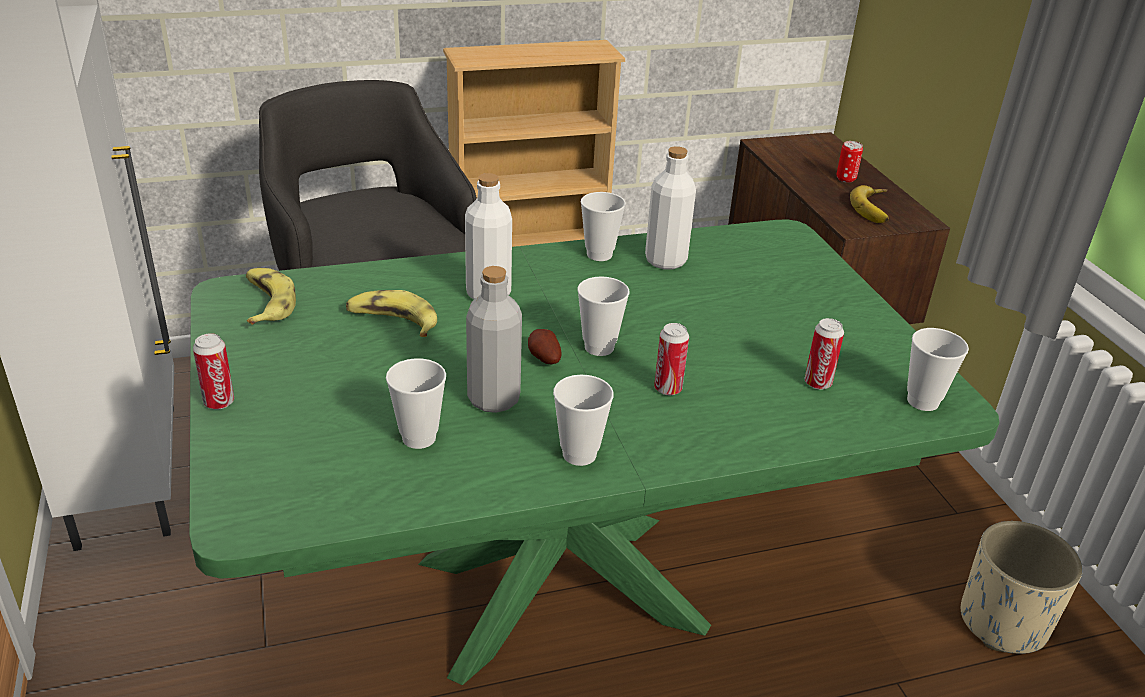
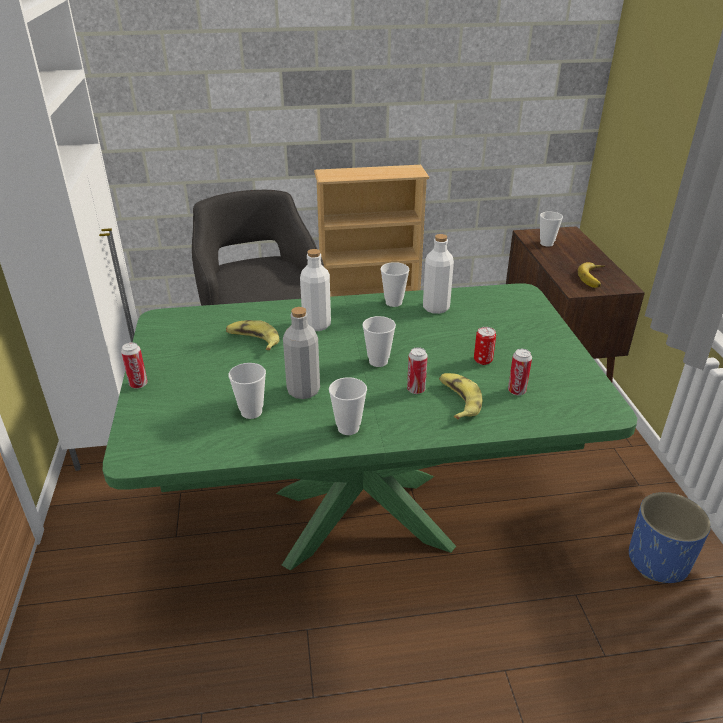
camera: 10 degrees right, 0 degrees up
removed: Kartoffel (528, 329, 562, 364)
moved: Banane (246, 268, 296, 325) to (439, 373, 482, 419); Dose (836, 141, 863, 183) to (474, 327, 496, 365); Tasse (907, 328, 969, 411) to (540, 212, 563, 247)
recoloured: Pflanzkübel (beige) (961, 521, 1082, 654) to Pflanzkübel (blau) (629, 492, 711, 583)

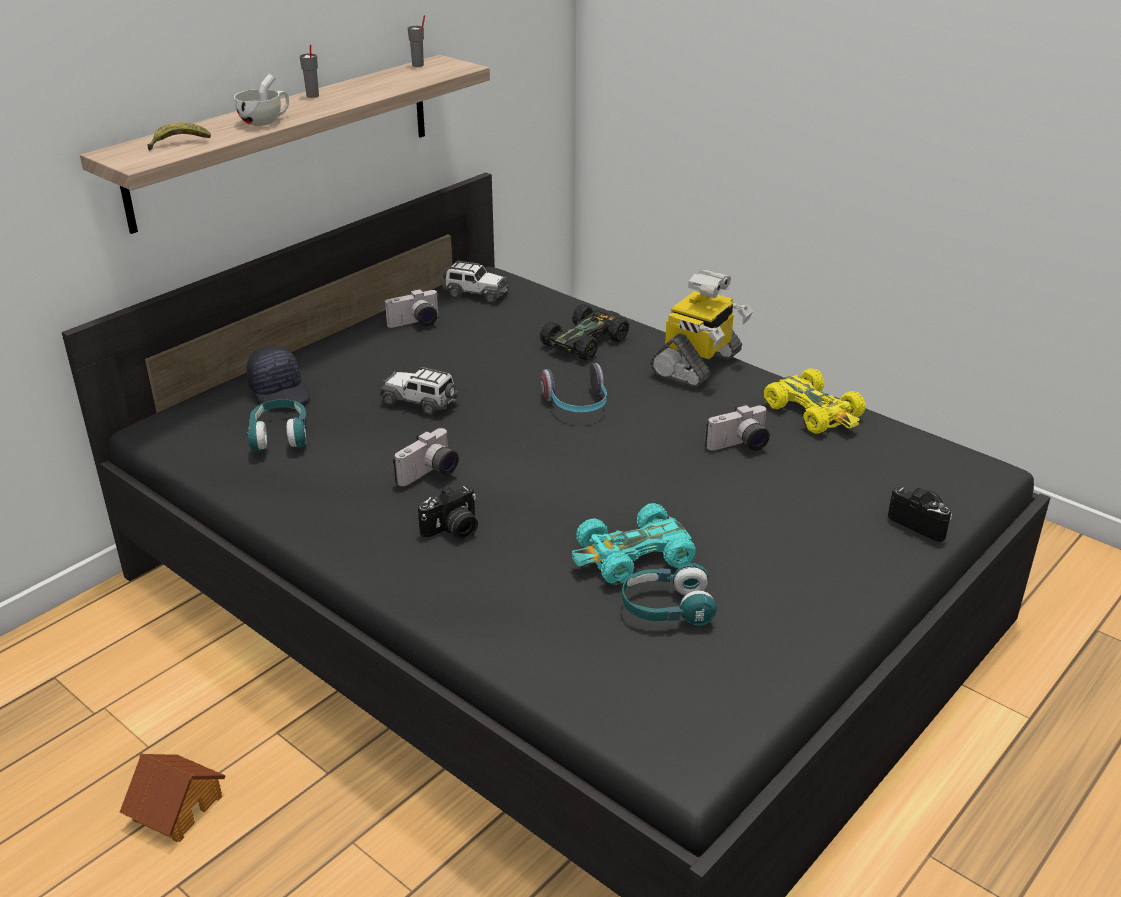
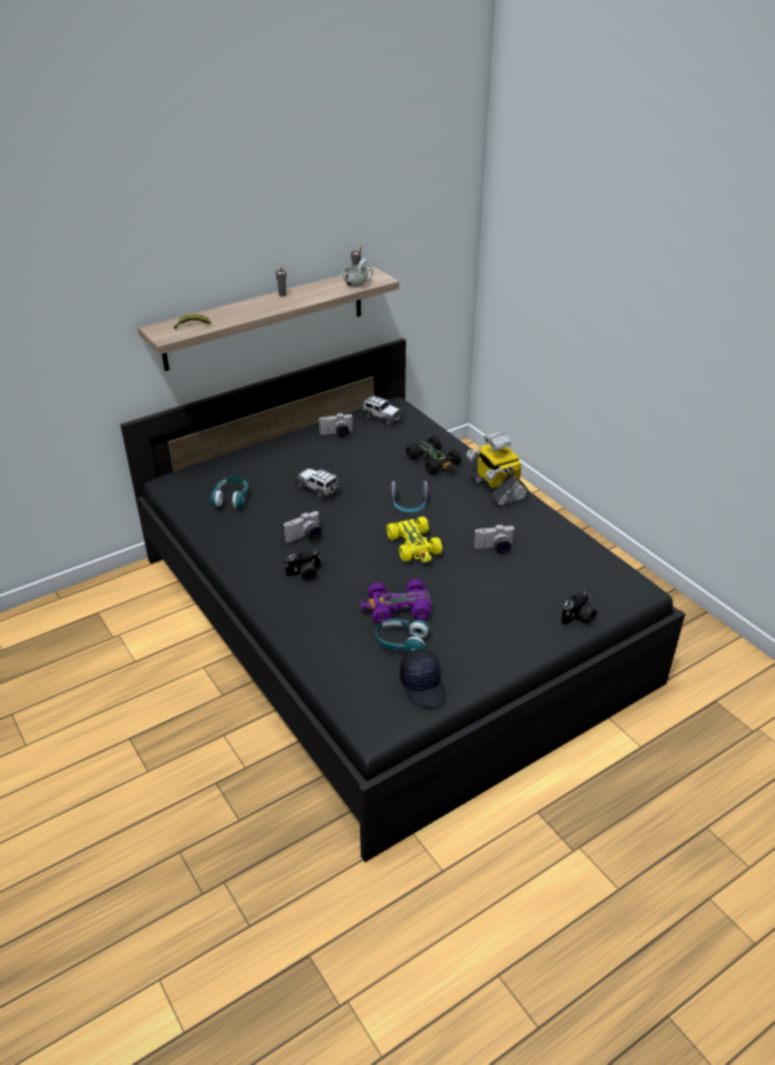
camera: 15 degrees right, 5 degrees up
removed: Spielzeughaus (120, 753, 226, 842)
moved: Tasse (weiß) (234, 74, 289, 126) to (343, 258, 373, 287); Spielzeugauto (gelb) (764, 368, 865, 434) to (387, 516, 442, 562); Kappe (schwarz) (246, 346, 310, 409) to (400, 649, 446, 708)
recoloured: Spielzeugauto (türkis) (572, 503, 696, 585) to Spielzeugauto (lila) (360, 579, 431, 624)
turned: Spielzeugauto (schwarz) (540, 304, 629, 360) = (406, 436, 461, 475) 90 degrees clockwise; Spielzeugroboter (651, 270, 753, 388) = (466, 432, 528, 507) 105 degrees clockwise; Kamera (888, 487, 952, 542) = (561, 590, 597, 625) 75 degrees clockwise

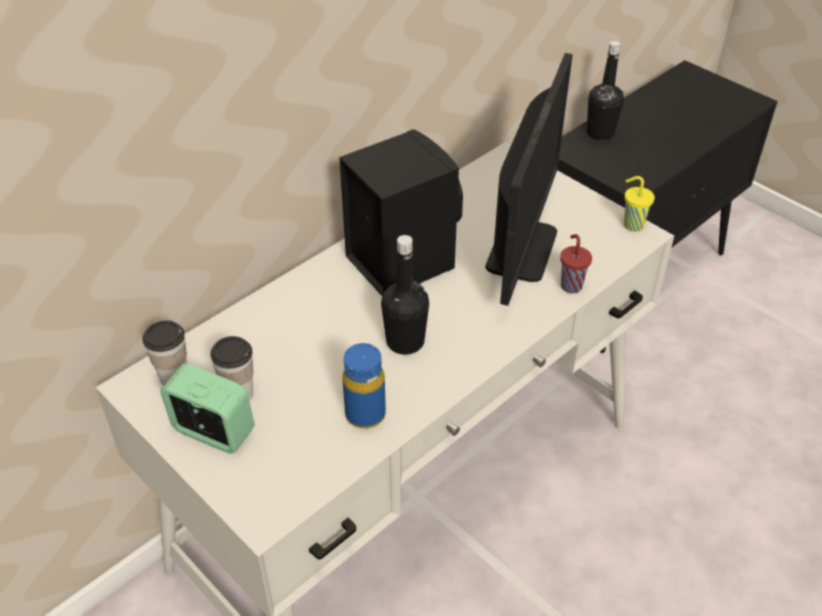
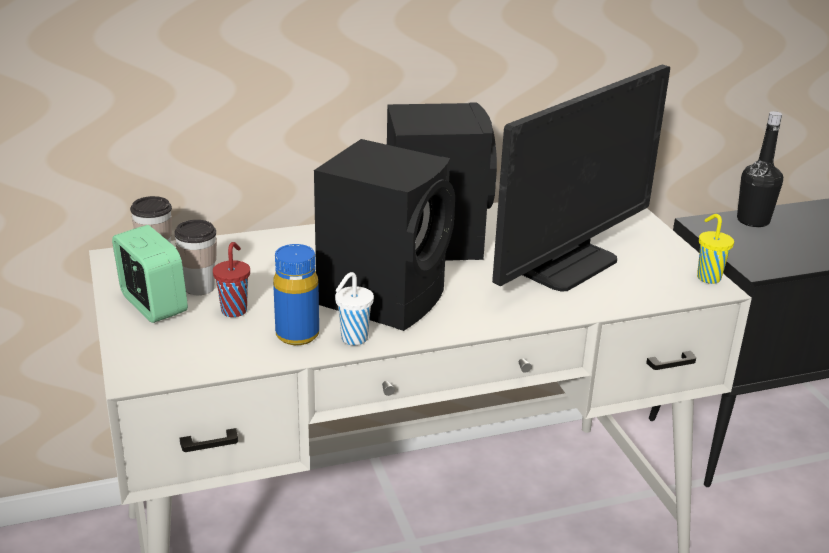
camera: 25 degrees right, 15 degrees down
added: Tasse (weiß) (335, 272, 374, 346)
moved: Tasse (rot) (560, 234, 592, 293) to (213, 242, 250, 317)
replaced: Flasche (schwarz) (381, 235, 429, 355) to Lautsprecher (schwarz) (314, 139, 455, 331)

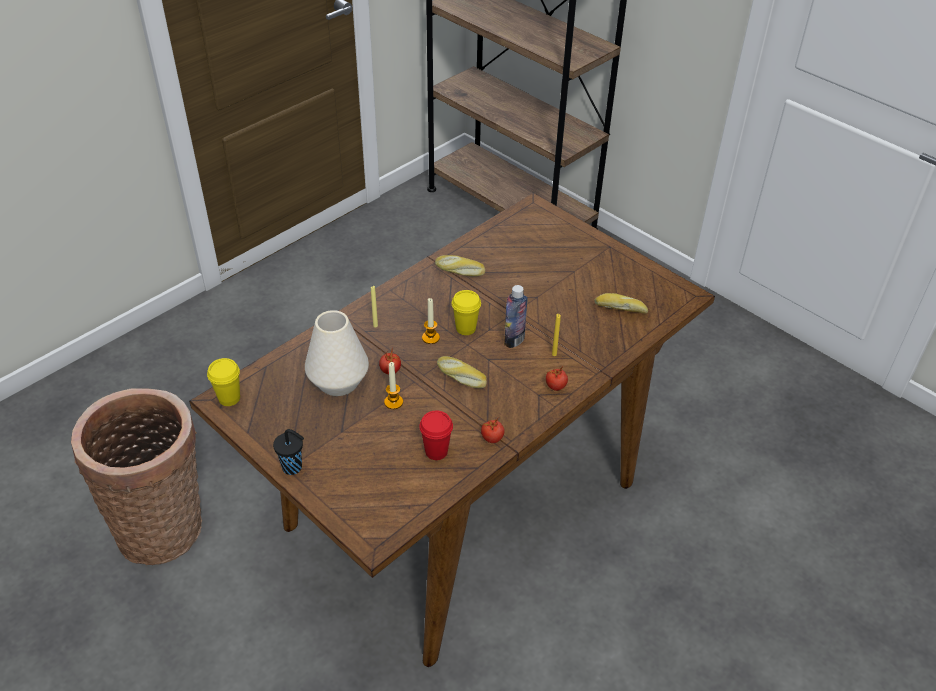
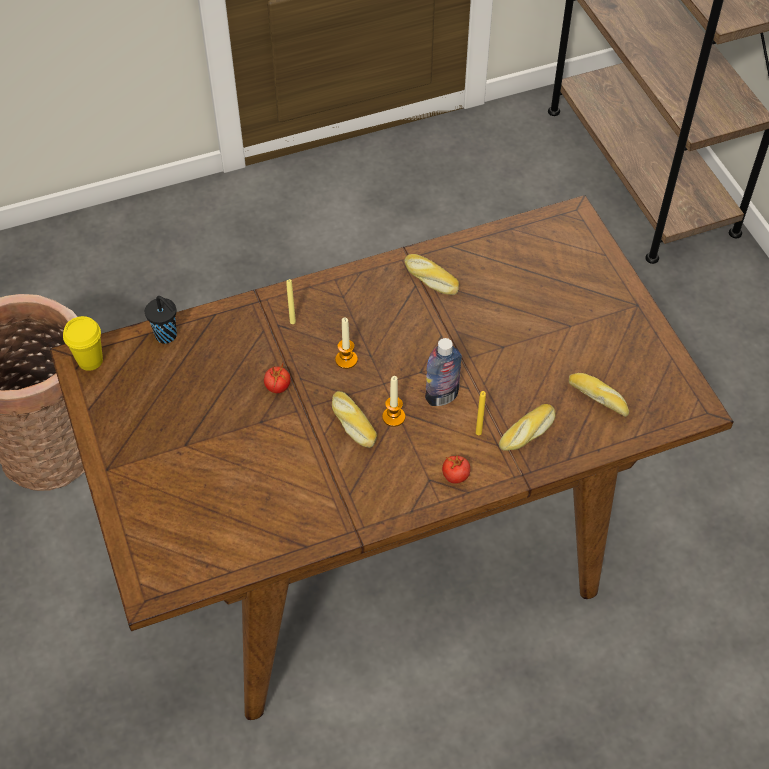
camera: 25 degrees right, 10 degrees up
removed: Vase (weiß) (305, 310, 369, 396); Tasse (rot) (419, 411, 453, 460); Tasse (gelb) (452, 290, 481, 335); Tomate (481, 417, 505, 443)
added: Brot (499, 404, 556, 451)
moved: Tasse (schwarz) (273, 429, 304, 475) to (145, 296, 177, 344); Kerze (384, 362, 403, 409) to (382, 376, 405, 427)

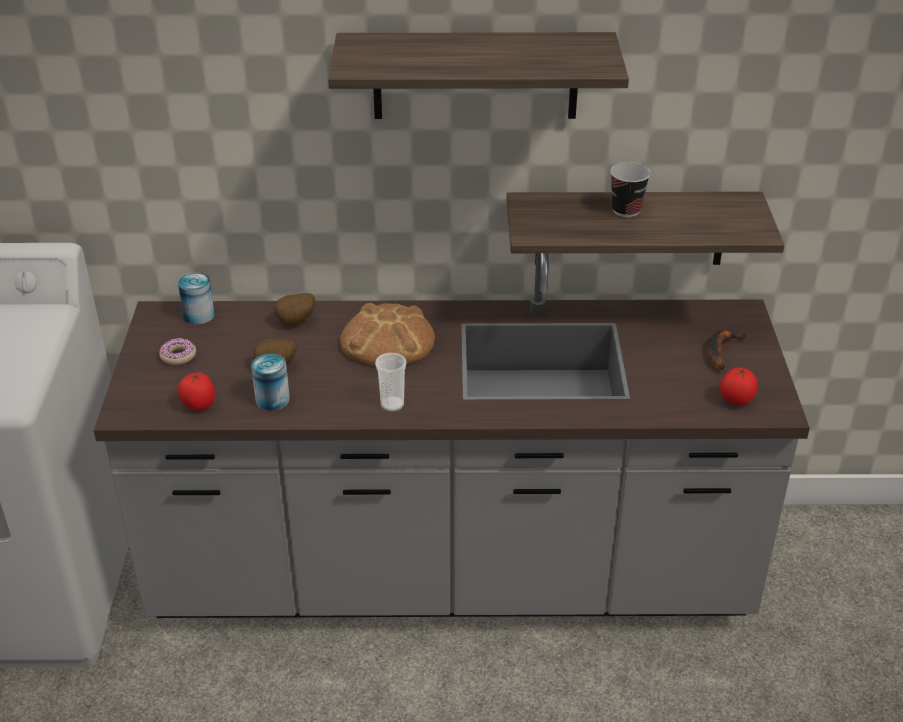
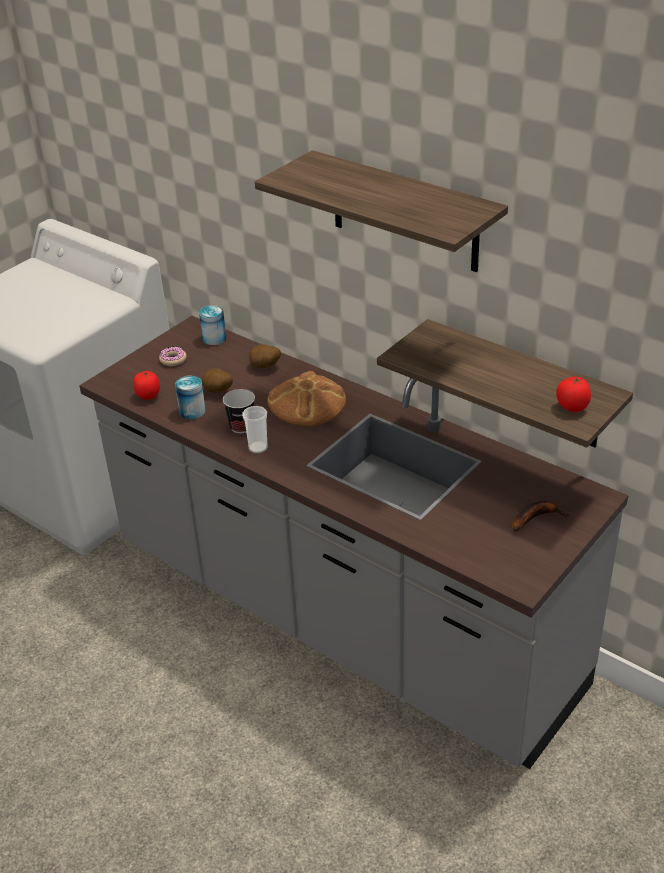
camera: 40 degrees right, 0 degrees up
moved: Tasse (610, 162, 650, 217) to (223, 389, 255, 434); Tomate (720, 367, 758, 406) to (556, 375, 591, 412)

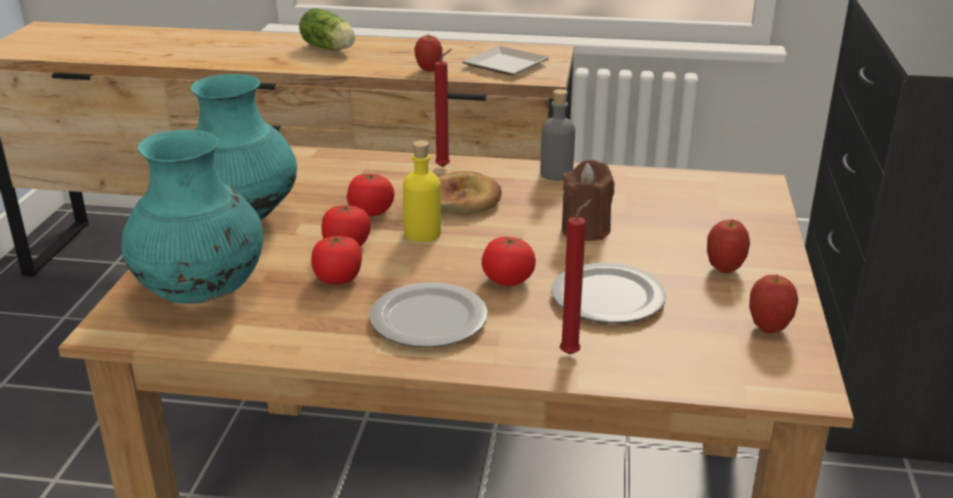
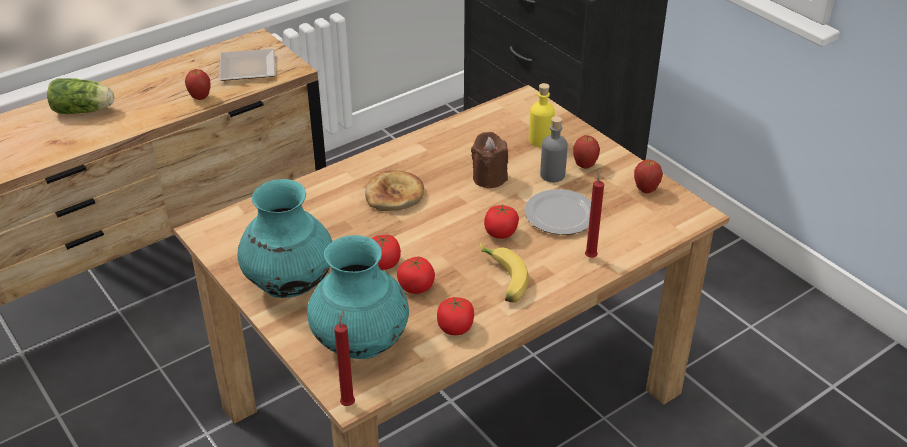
camera: 45 degrees left, 10 degrees up
moved: Kerze (rot) (434, 49, 452, 167) to (334, 309, 355, 406); Tomate (347, 173, 394, 216) to (437, 297, 474, 335); Flasche (gelb) (403, 140, 441, 242) to (529, 83, 555, 147); Flasche (grau) (540, 89, 575, 181) to (540, 116, 568, 182)
replaced: Teller (369, 282, 488, 348) to Banane (480, 243, 529, 303)

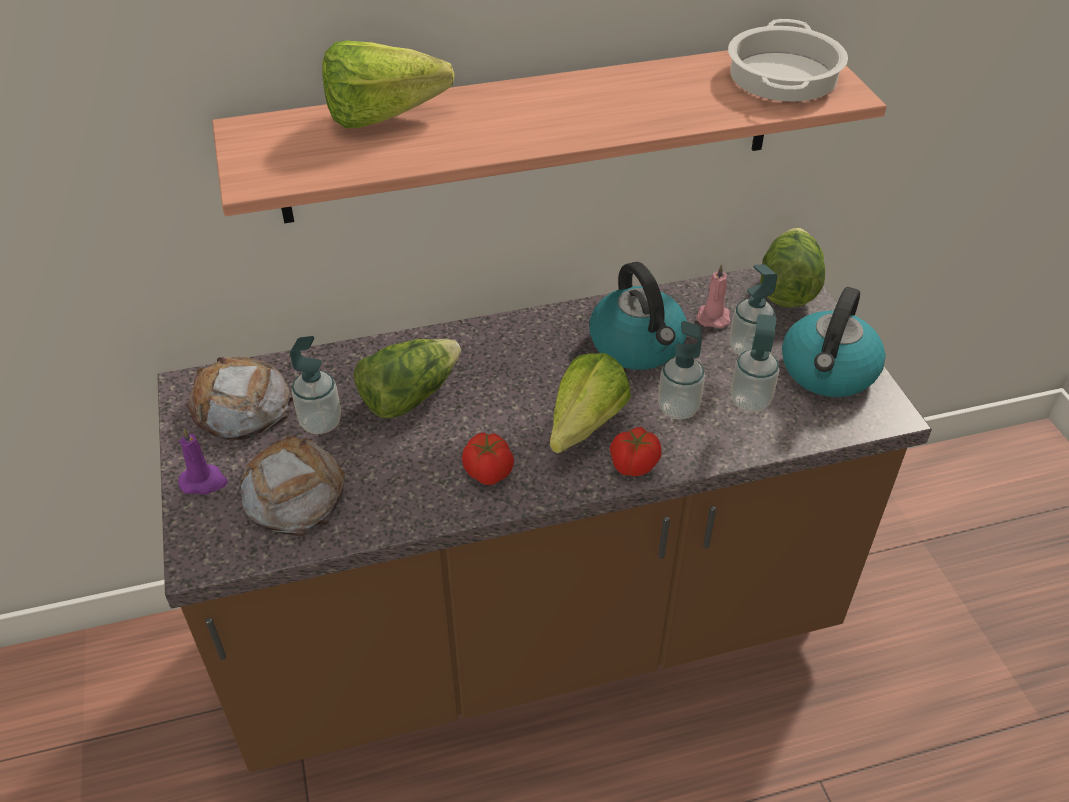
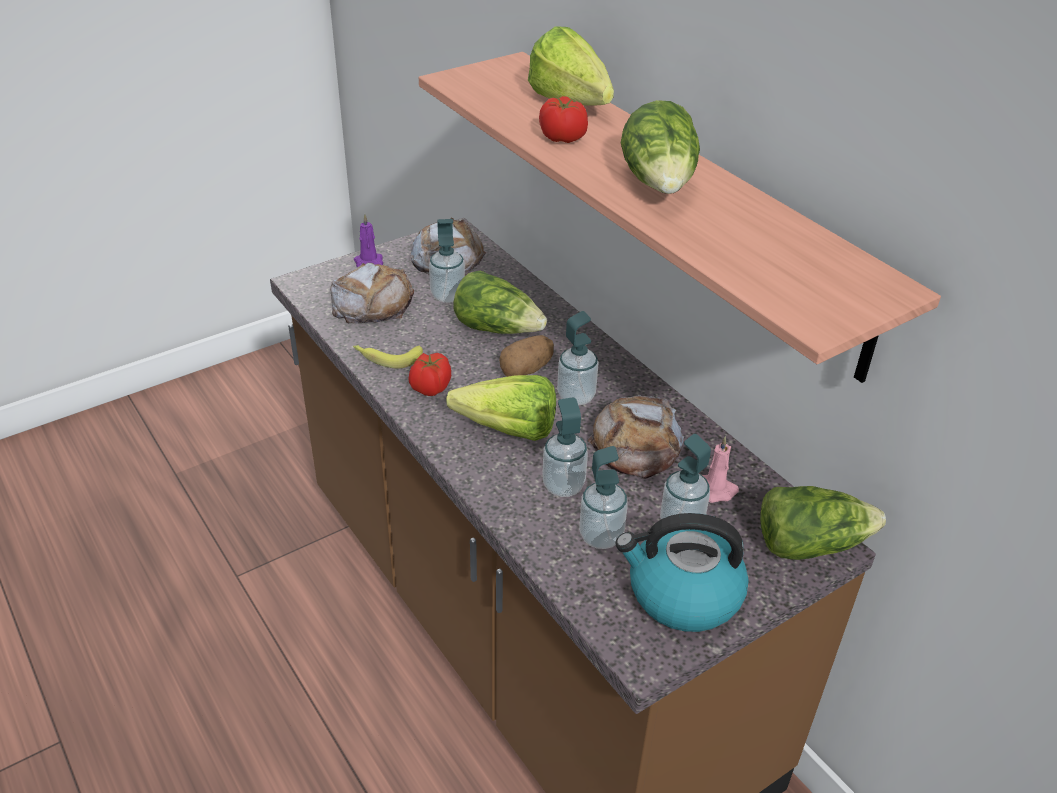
camera: 70 degrees right, 5 degrees down
removed: Kochtopf (728, 19, 848, 102)
added: Banane (353, 345, 423, 369); Kartoffel (499, 335, 554, 377); Seifenspender (557, 311, 598, 406); Salatkopf (621, 100, 700, 194)
moved: Tomate (610, 427, 662, 477) to (539, 96, 588, 143)
replaced: Wasserkessel (589, 262, 687, 370) to Brot (588, 395, 685, 479)

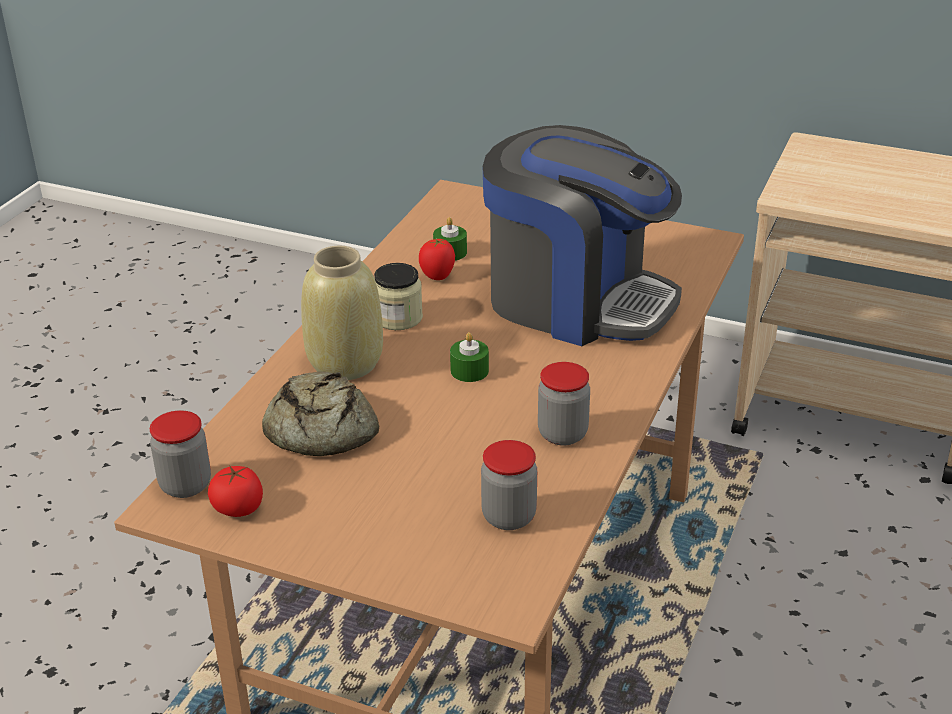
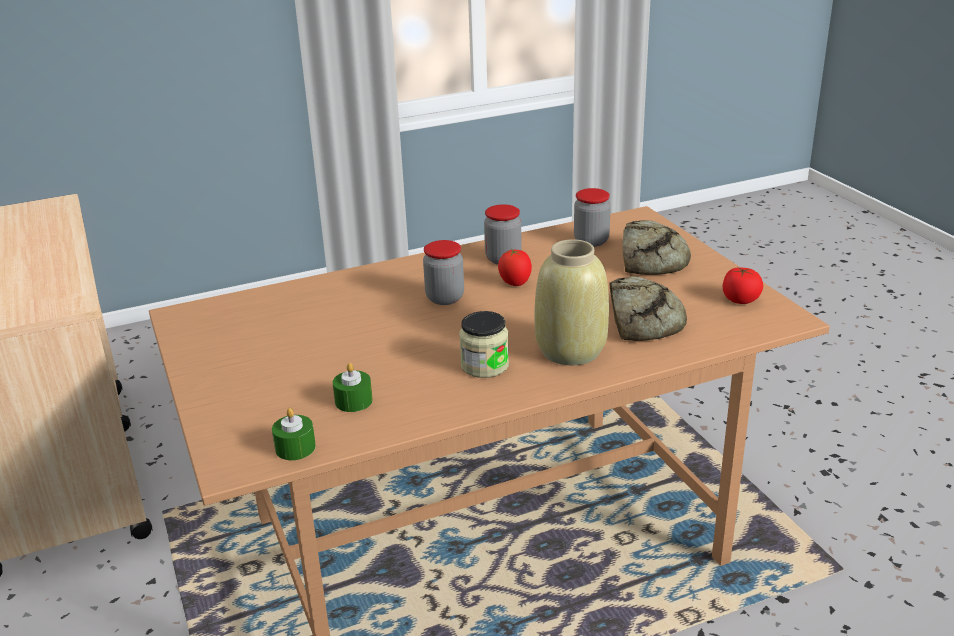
camera: 135 degrees left, 5 degrees down
removed: Kaffeemaschine (483, 125, 682, 346)
added: Brot (622, 220, 691, 275)
moved: Kerze (grün) (450, 332, 489, 382) to (272, 408, 316, 460); Vorratsglas (150, 410, 211, 498) to (423, 240, 464, 305); Tomate (419, 239, 455, 280) to (498, 249, 532, 286)

